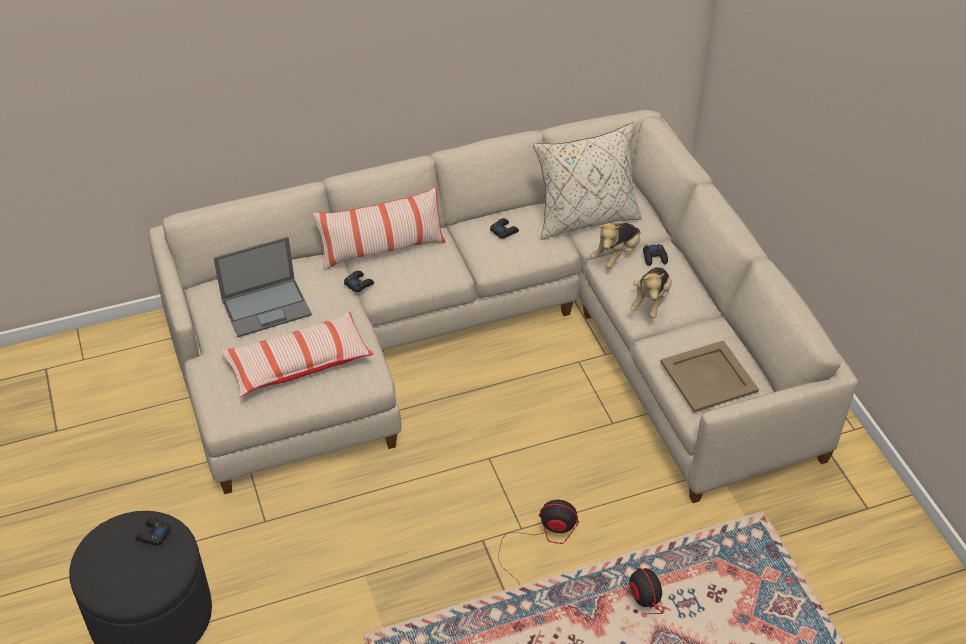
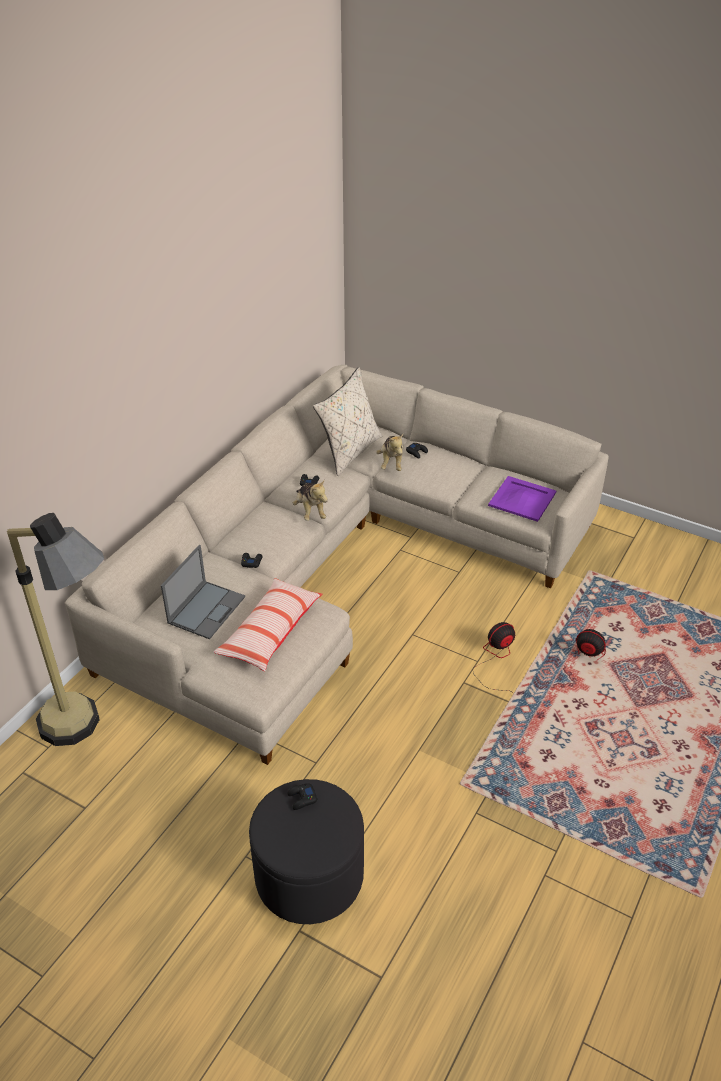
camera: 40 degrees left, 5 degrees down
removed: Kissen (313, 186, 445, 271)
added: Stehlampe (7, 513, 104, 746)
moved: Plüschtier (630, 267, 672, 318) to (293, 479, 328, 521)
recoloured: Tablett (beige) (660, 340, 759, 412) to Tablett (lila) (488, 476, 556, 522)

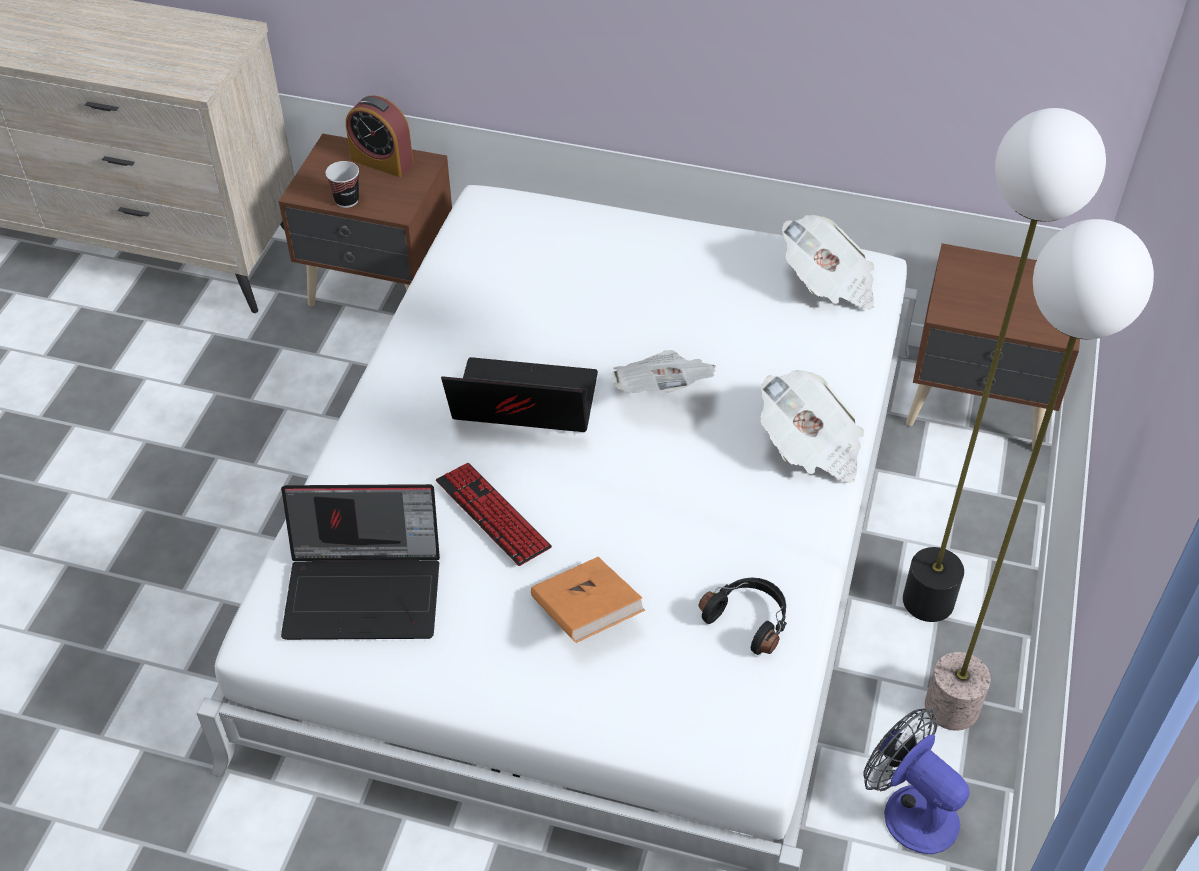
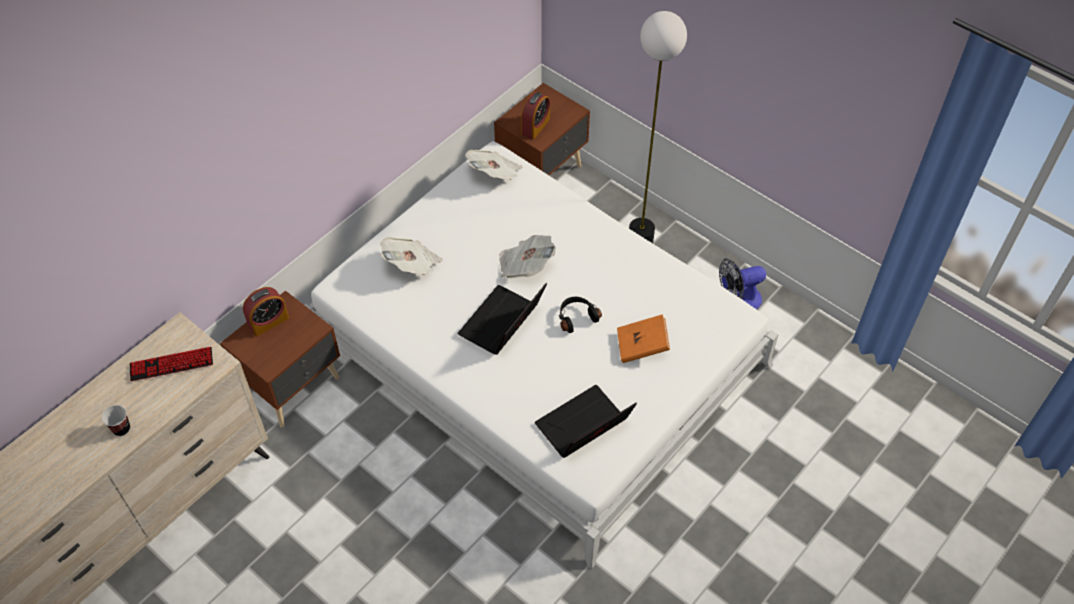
camera: 65 degrees left, 5 degrees up
removed: Stehlampe (925, 219, 1154, 731)
added: Wecker (521, 92, 550, 140)
moved: Tasse (325, 161, 359, 208) to (102, 405, 130, 436); Tastatur (436, 463, 552, 566) to (130, 347, 213, 381); Zeitung (760, 370, 864, 483) to (380, 237, 443, 275); Kopfhörer (schwarz) (699, 578, 787, 655) to (559, 297, 602, 333)
turned: Laptop (281, 484, 440, 640) = (535, 385, 637, 458) 150 degrees counterclockwise

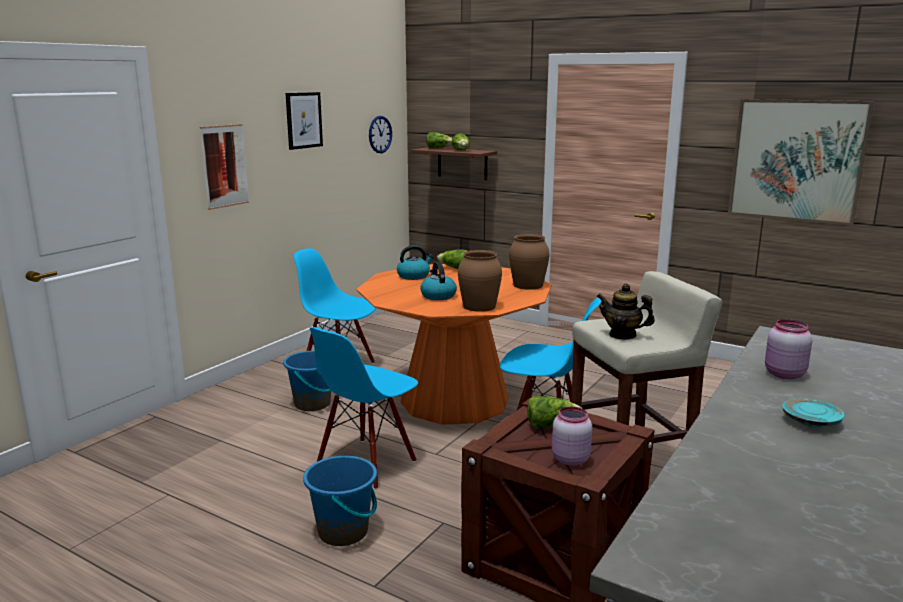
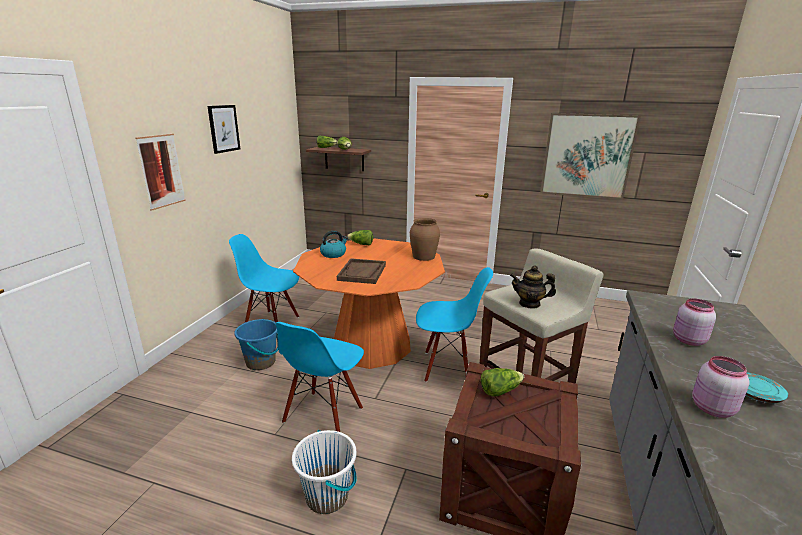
camera: 15 degrees left, 5 degrees up
removed: Wanduhr (369, 116, 392, 153); Vase (braun) (458, 250, 502, 312)
moved: Vorratsglas (rosa) (552, 407, 592, 466) to (692, 356, 750, 418)
replaced: Wasserkessel (420, 262, 457, 300) to Tablett (braun) (337, 258, 386, 284)
recoloured: Eimer (blau) (303, 455, 377, 546) to Eimer (weiß) (292, 430, 357, 514)

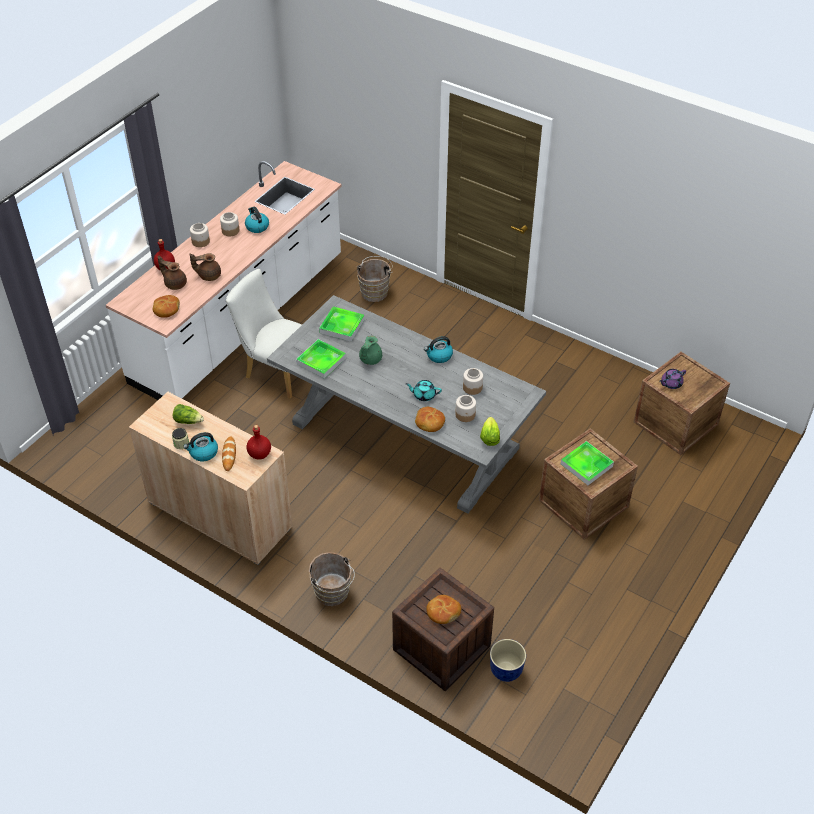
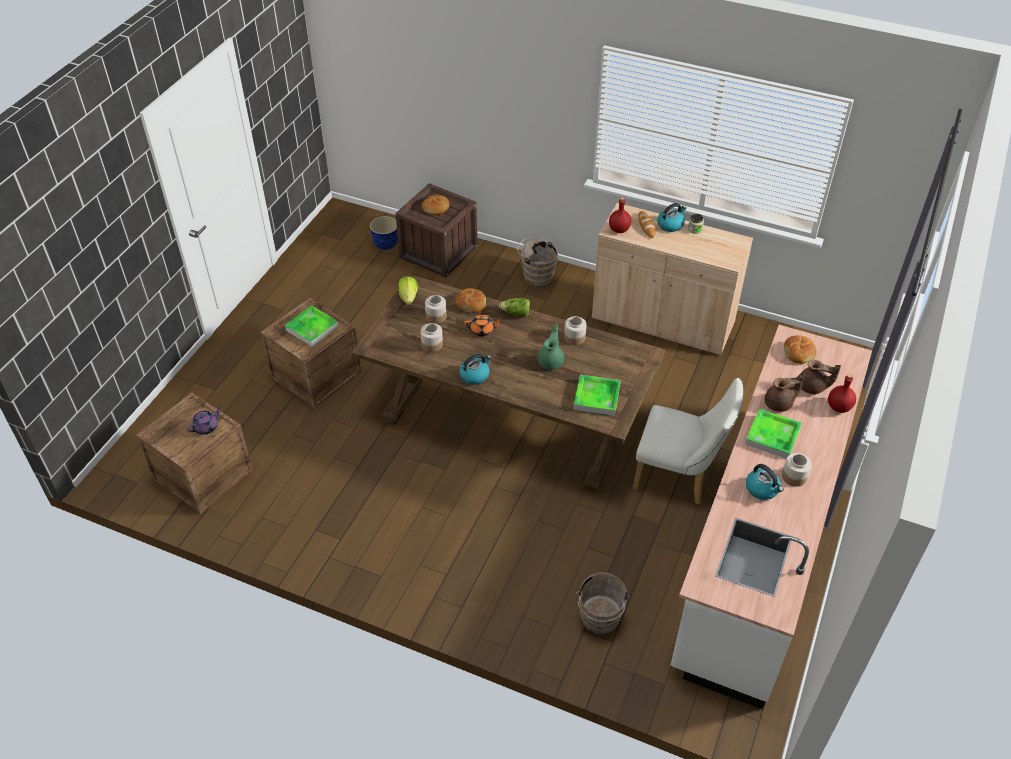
camera: 170 degrees right, 0 degrees up
moved: Salatkopf (173, 404, 204, 424) to (499, 298, 530, 317); Vorratsglas (190, 223, 210, 247) to (564, 316, 586, 345); Tablett (296, 339, 346, 379) to (745, 409, 802, 459)
recoloured: Esstisch (grau) (267, 295, 546, 513) to Esstisch (braun) (352, 275, 665, 494); Teekanne (türkis) (406, 380, 442, 401) to Teekanne (orange) (464, 314, 503, 336)

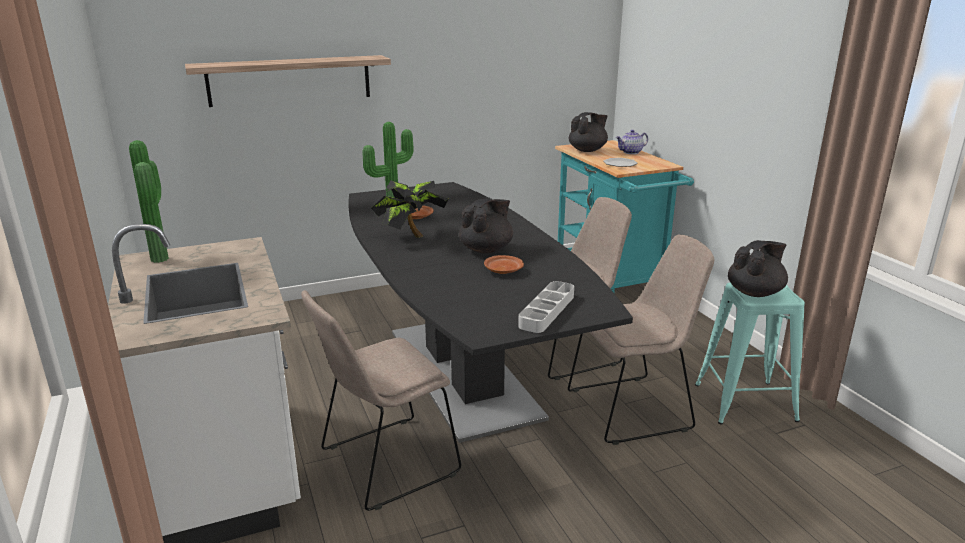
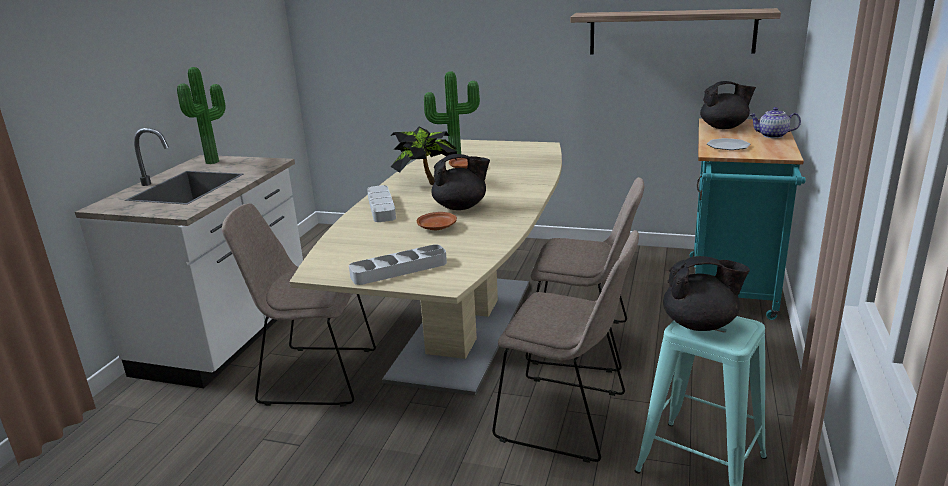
camera: 40 degrees right, 0 degrees up
added: Tablett (grau) (367, 185, 396, 222)
moved: Wandregal (185, 55, 391, 107) to (570, 8, 781, 54)
recoloured: Esstisch (schwarz) (349, 182, 633, 443) to Esstisch (beige) (289, 140, 562, 396)

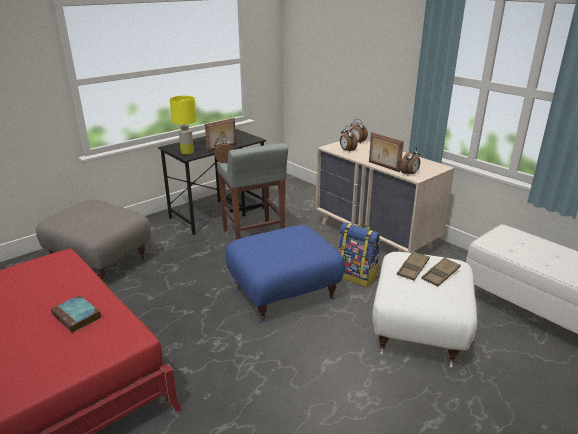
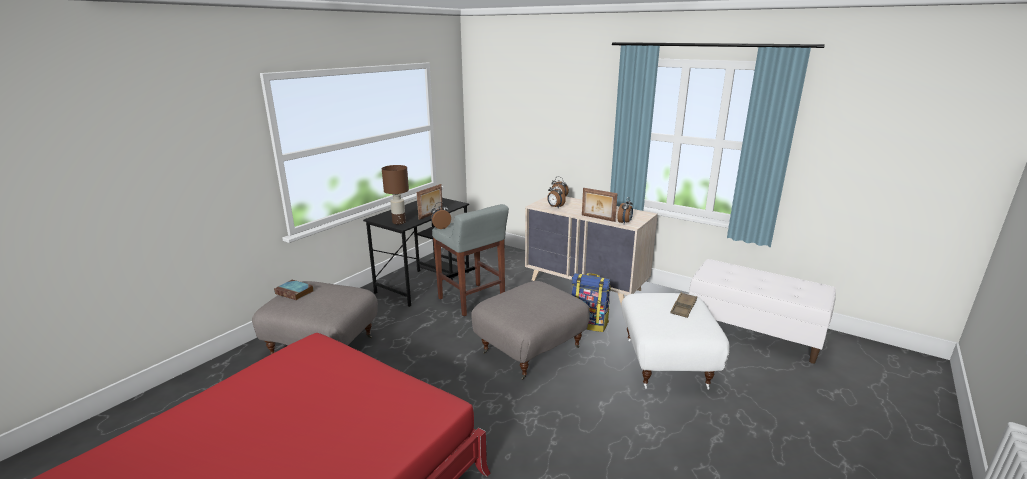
camera: 15 degrees left, 5 degrees down
removed: Tablett (braun) (397, 251, 430, 281)
moved: Buch (51, 295, 101, 333) to (274, 280, 314, 300)
recoloured: Tischlampe (gelb) (170, 96, 197, 155) to Tischlampe (braun) (382, 165, 409, 224); Polsterhocker (blau) (225, 225, 345, 323) to Polsterhocker (grau) (471, 281, 590, 380)

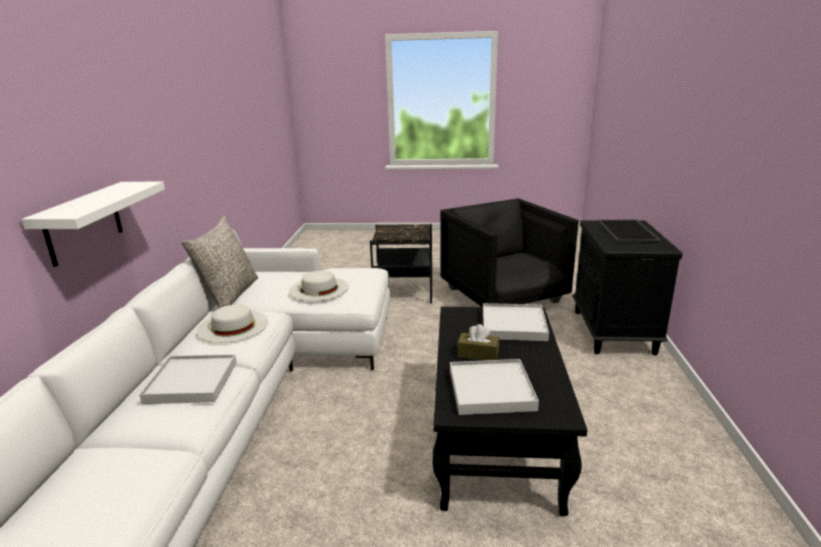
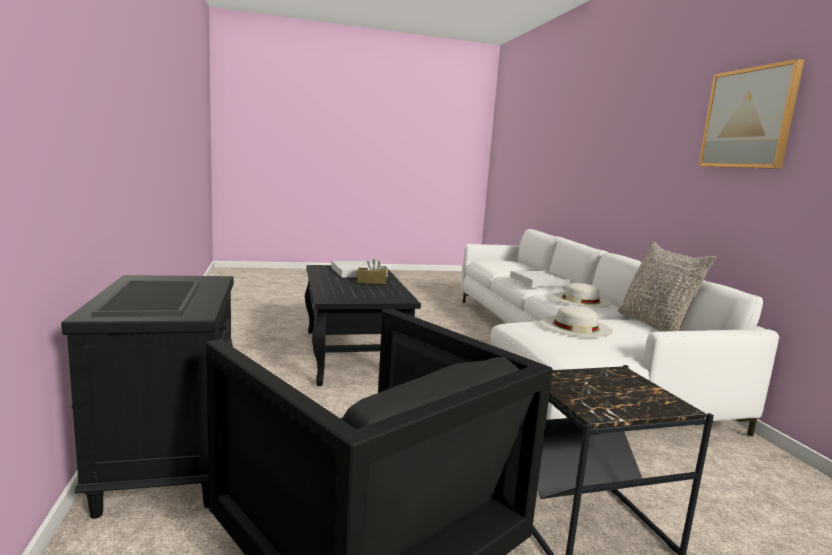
camera: 160 degrees right, 10 degrees down
removed: Wandregal (weiß) (21, 181, 165, 267); Tablett (weiß) (483, 303, 549, 341)
added: Bild (698, 59, 804, 169)

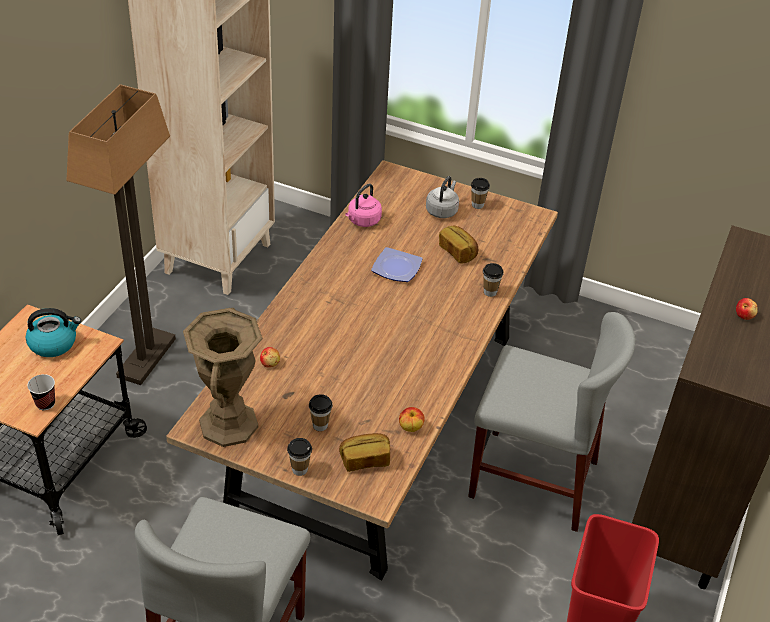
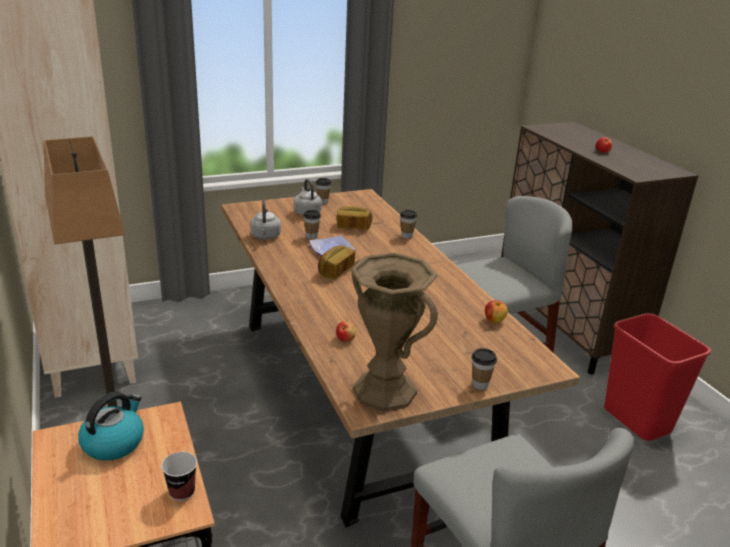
camera: 45 degrees left, 15 degrees down
moved: Tasse (309, 394, 333, 431) to (303, 210, 321, 239); Brot (339, 433, 390, 472) to (318, 245, 355, 279)
recoloured: Wasserkessel (rosa) (345, 184, 382, 227) to Wasserkessel (grau) (250, 199, 281, 240)

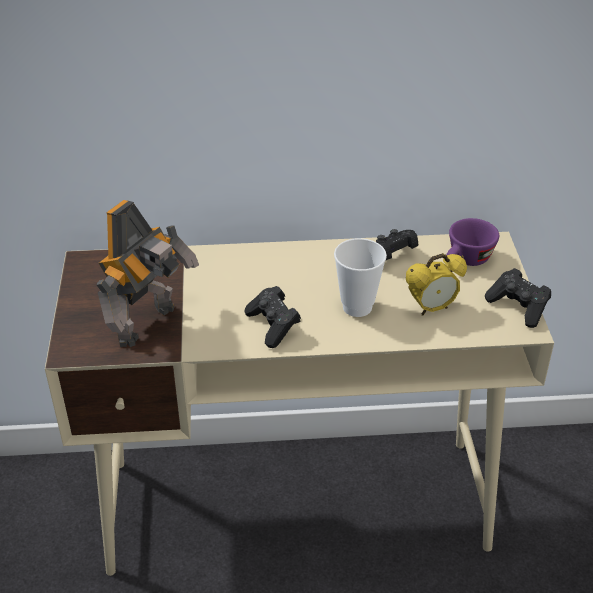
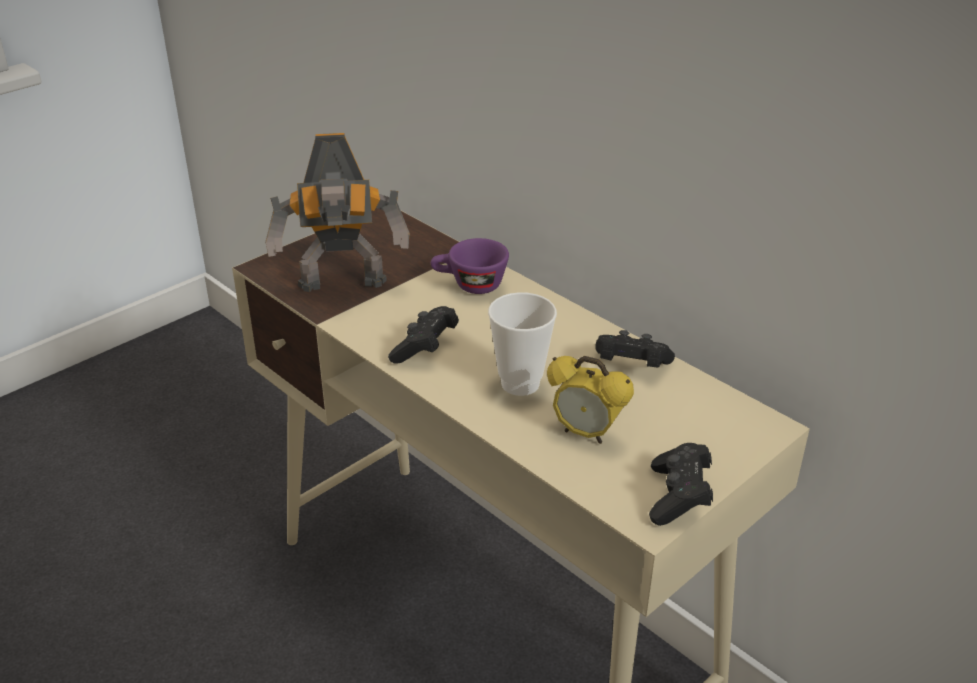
camera: 50 degrees right, 5 degrees down
moved: Tasse (lila) (446, 218, 499, 266) to (431, 238, 509, 294)

